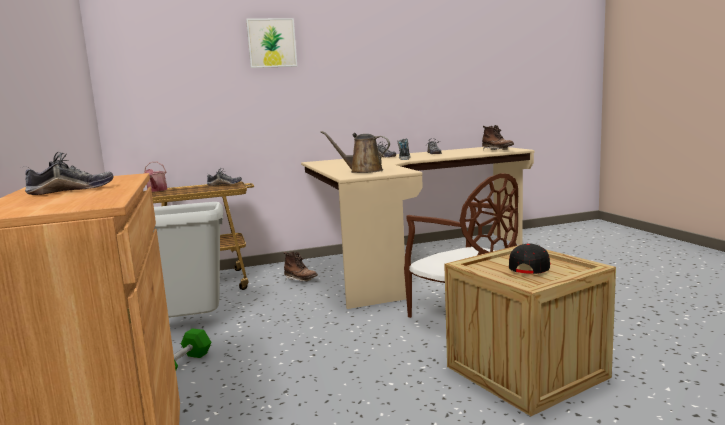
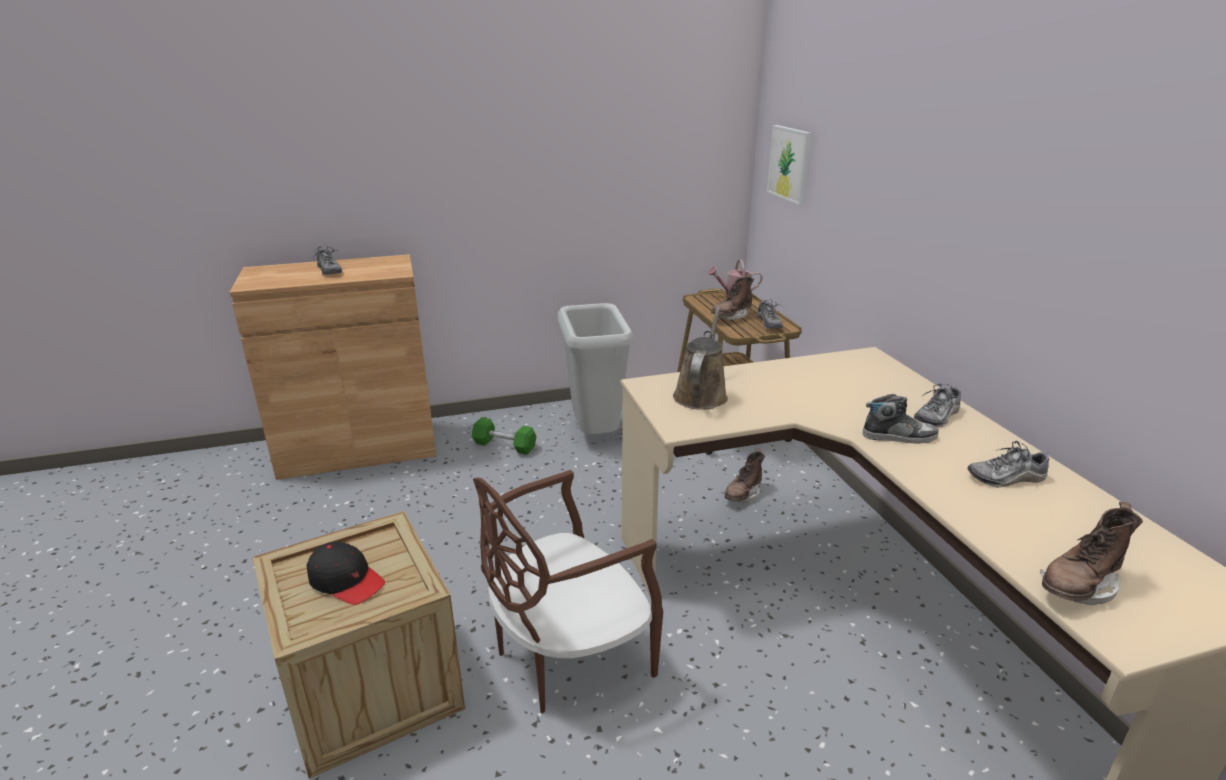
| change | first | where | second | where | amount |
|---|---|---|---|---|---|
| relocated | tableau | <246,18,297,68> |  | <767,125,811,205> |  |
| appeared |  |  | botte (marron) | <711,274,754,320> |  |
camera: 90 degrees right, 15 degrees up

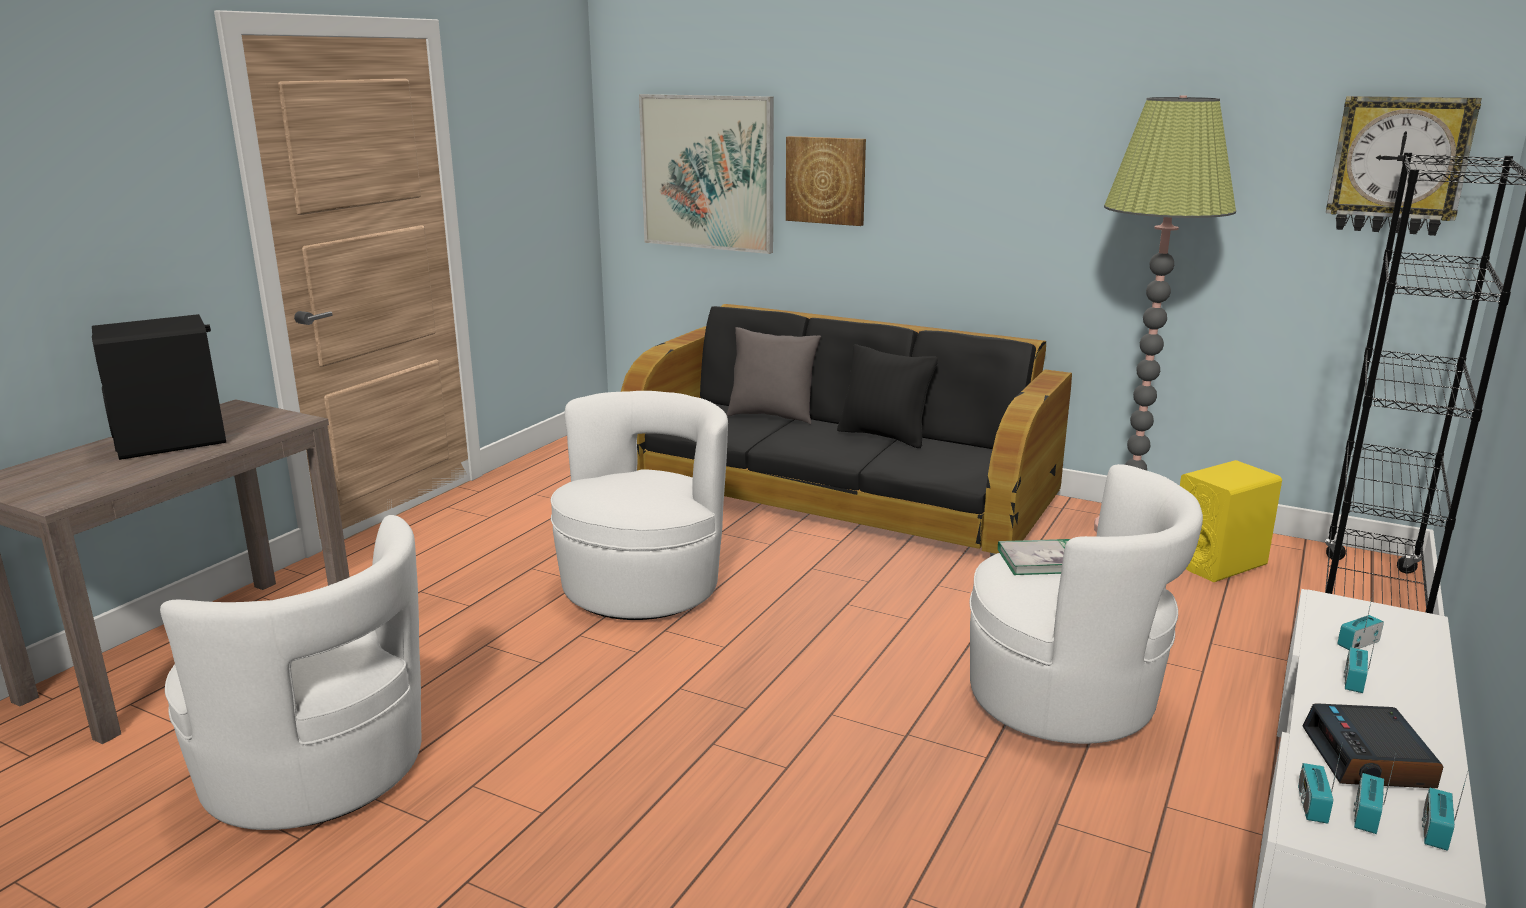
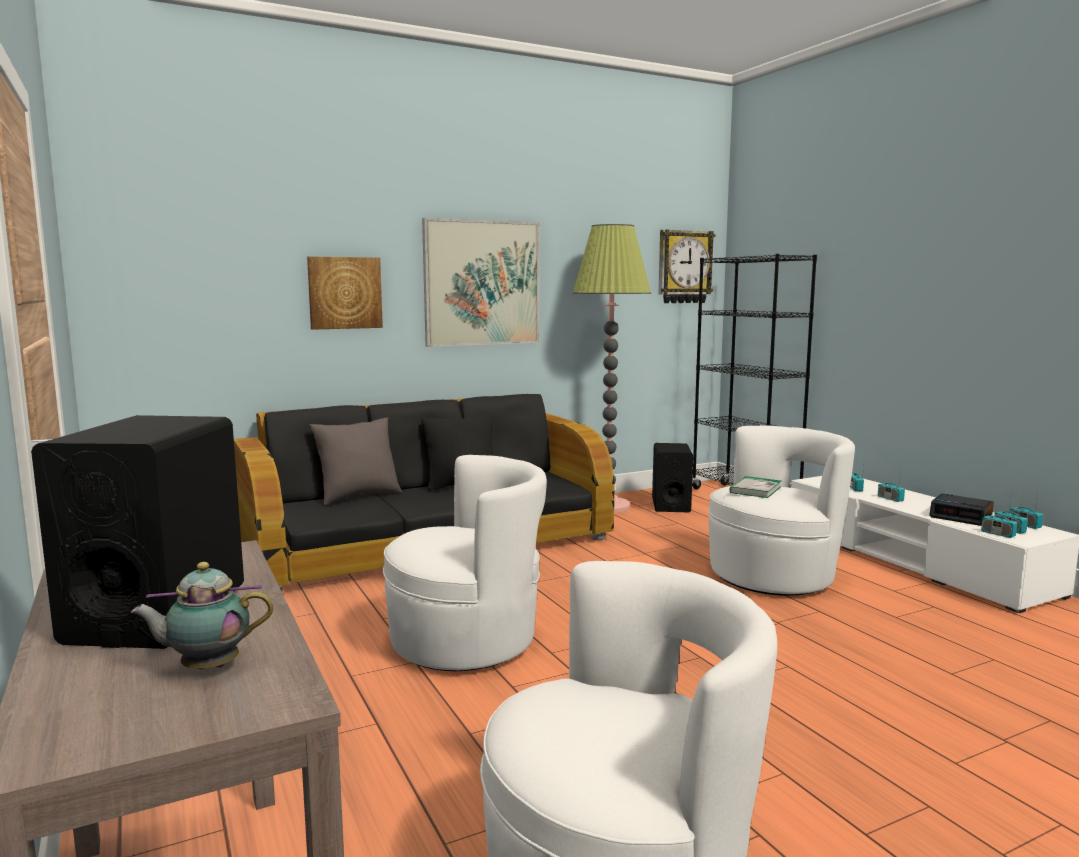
| change | first | where | second | where | amount |
|---|---|---|---|---|---|
| relocated | tableau | <639,94,774,254> |  | <422,218,540,347> |  |
| spun | fauteuil (blanc) | <551,391,728,620> |  | <383,455,547,671> | 105 degrees clockwise |
| colour | enceinte (jaune) | <1180,460,1282,582> | enceinte (noir) | <652,443,693,513> |  |
| appeared |  |  | théière | <130,562,273,669> |  |
camera: 55 degrees left, 10 degrees down

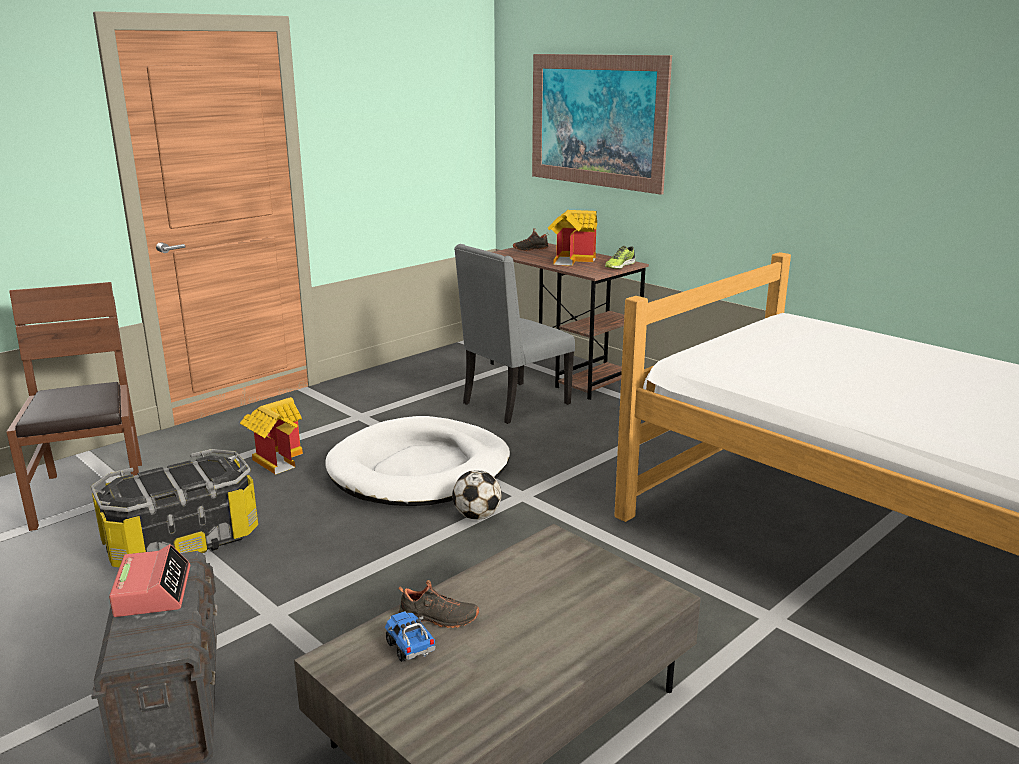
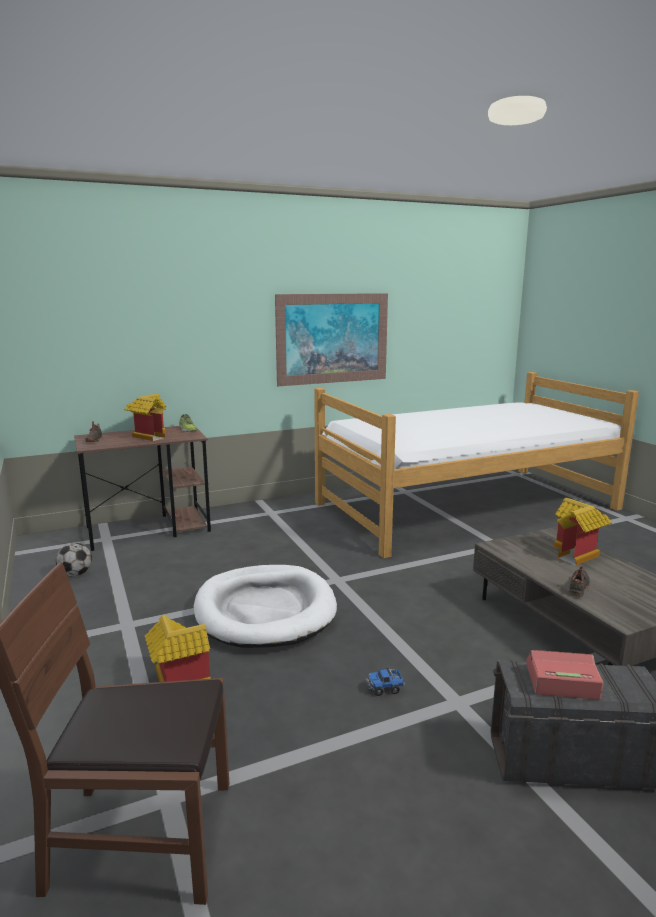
| change | first | where | second | where | amount |
|---|---|---|---|---|---|
| relocated | tableau | <532,54,672,195> |  | <275,293,388,386> |  |
| missing | chaise (gris) | <454,244,575,424> |  |  |  |
| missing | boîte de rangement | <91,449,258,567> |  |  |  |
| relocated | ballon de foot | <452,470,502,520> |  | <56,543,92,577> |  |
| relocated | camion jouet | <385,611,435,662> |  | <366,667,405,696> |  |
| appeared |  |  | maison miniature | <554,498,612,565> |  |
camera: 70 degrees left, 5 degrees down

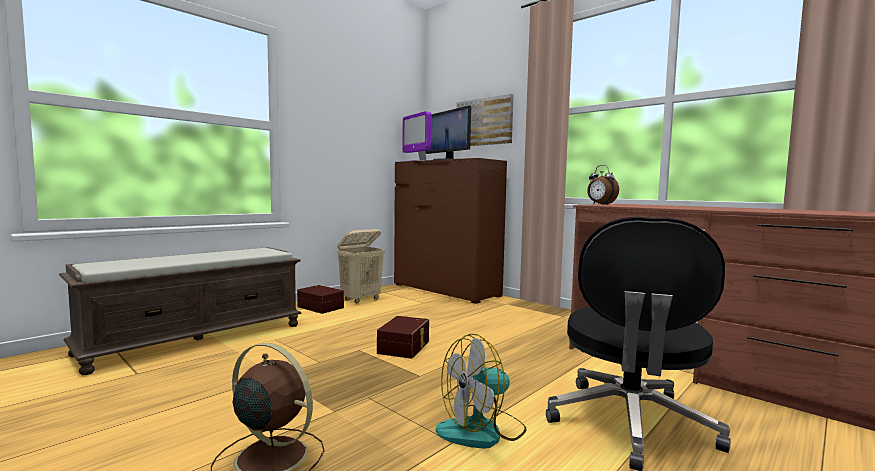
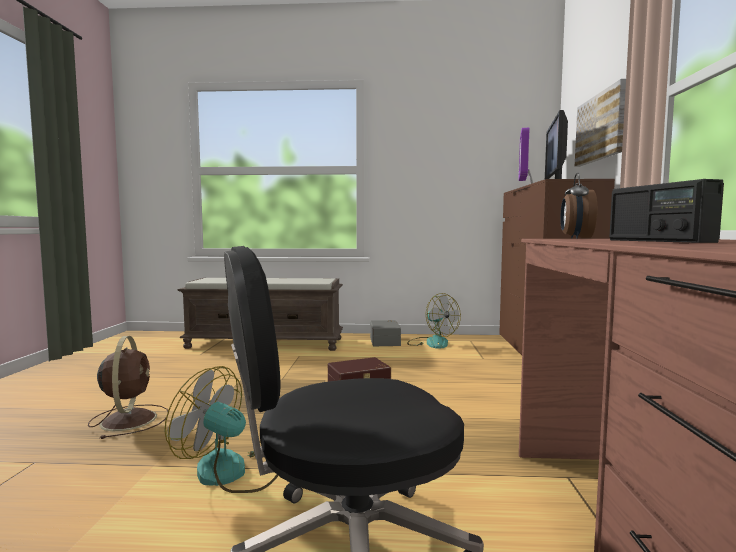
| change | first | where | second | where | amount |
|---|---|---|---|---|---|
| exchanged | panier à linge (beige) | <337,229,384,303> | ventilateur | <407,293,461,349> |  |
| colour | boîte de rangement (marron) | <297,285,344,314> | boîte de rangement (gris) | <370,320,401,346> |  |
| appeared |  |  | radio | <609,179,724,243> |  |
camera: 50 degrees right, 0 degrees up

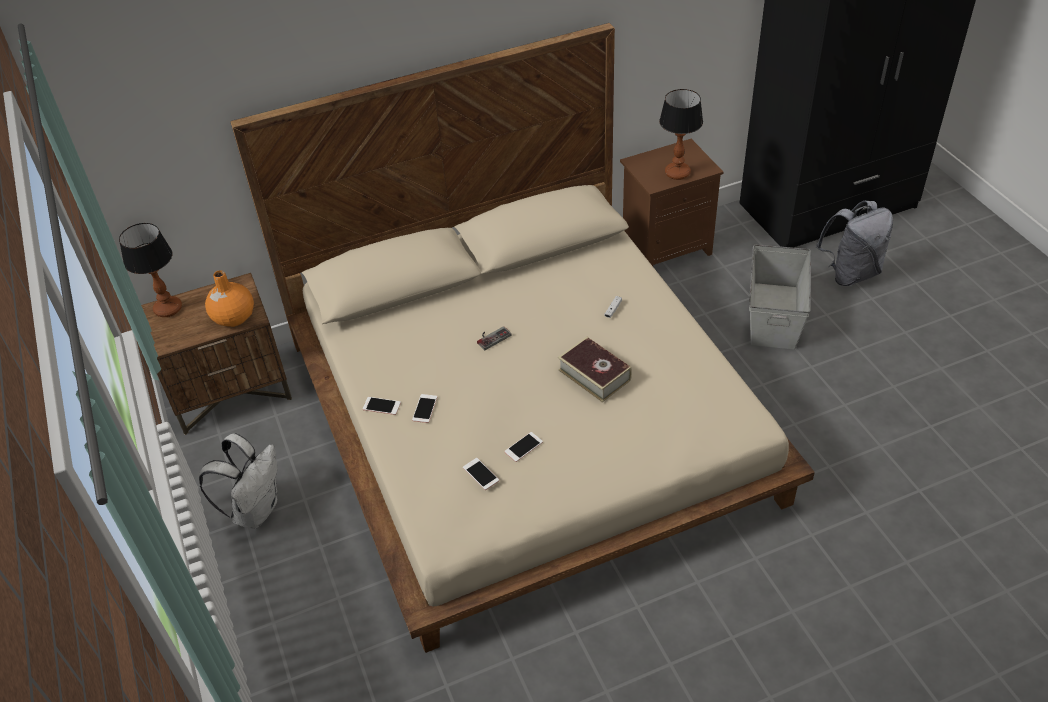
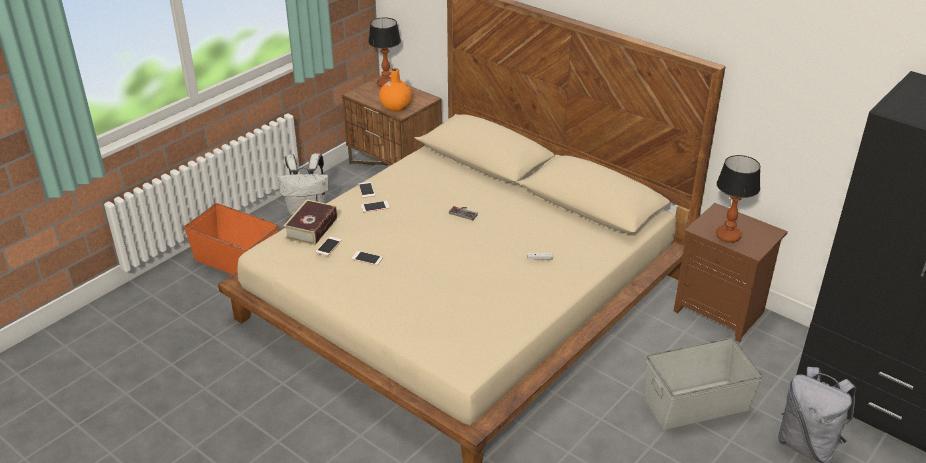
| change | first | where | second | where | amount |
|---|---|---|---|---|---|
| relocated | livre | <558,337,632,402> |  | <284,200,337,245> |  |
| appeared |  |  | boîte de rangement (orange) | <184,203,279,275> |  |
camera: 60 degrees right, 10 degrees down

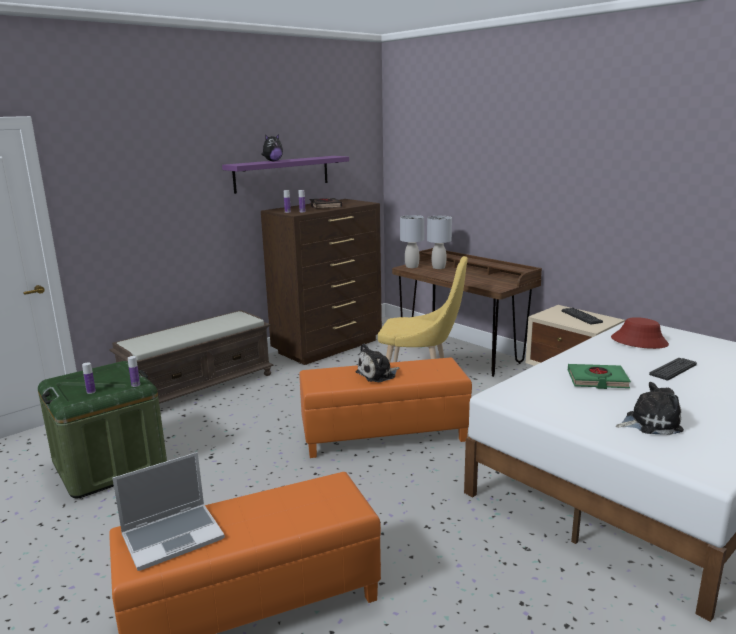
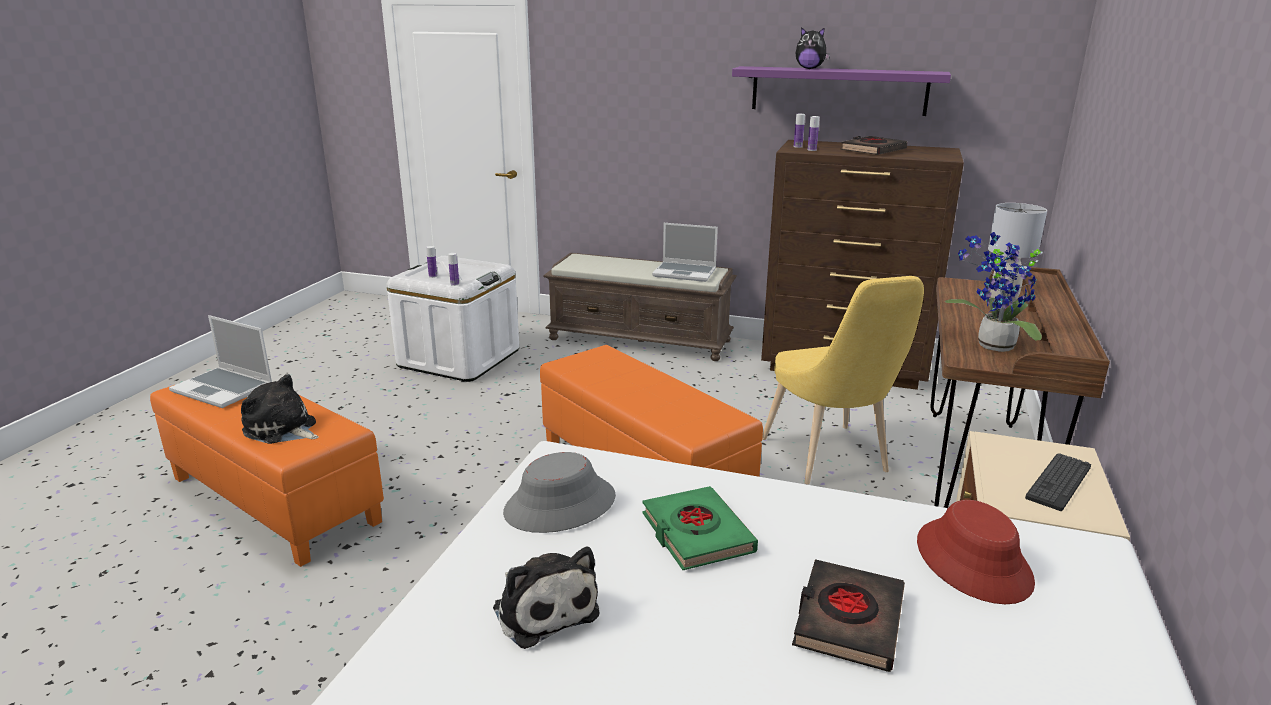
| change | first | where | second | where | amount |
|---|---|---|---|---|---|
| missing | lampe de table (gris) | <400,215,424,268> |  |  |  |
| relocated | peluche | <356,344,400,382> |  | <241,374,319,444> |  |
| exchanged | clavier | <649,358,697,381> | livre (noir) | <792,559,905,672> |  |
| colour | boîte de rangement (vert) | <38,361,167,498> | boîte de rangement (blanc) | <387,256,519,382> |  |
| appeared |  |  | ordinateur portable | <652,223,718,282> |  |
| appeared |  |  | plante en pot | <945,232,1043,352> |  |
| appeared |  |  | chapeau (gris) | <503,452,616,533> |  |
camera: 60 degrees right, 5 degrees up

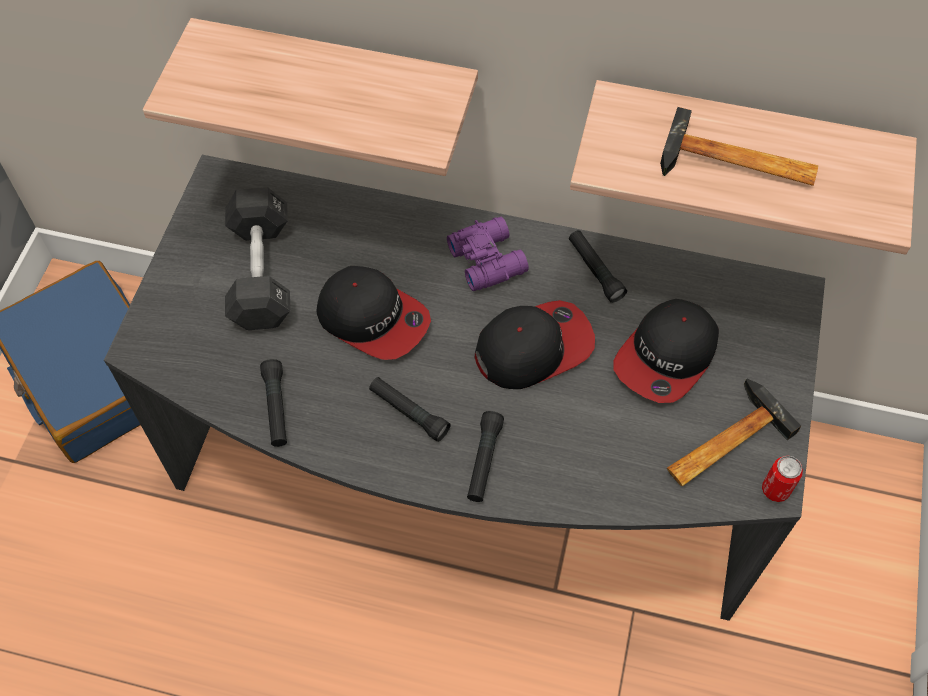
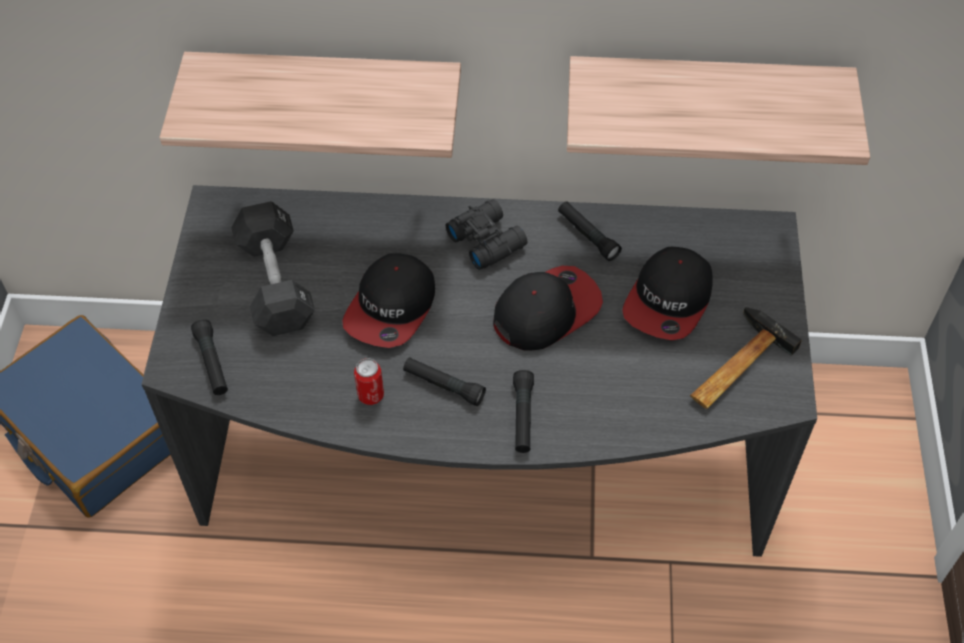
| change | first | where | second | where | amount |
|---|---|---|---|---|---|
| missing | marteau | <660,107,818,186> |  |  |  |
| colour | jumelles (violet) | <447,217,529,291> | jumelles (noir) | <446,199,528,270> |  |
| spun | casquette | <317,266,431,360> |  | <342,253,435,348> | 90 degrees clockwise |
| relocated | lampe de poche (noir) | <260,359,287,447> |  | <191,319,228,395> |  |
| relocated | boîte métallique | <762,456,803,502> |  | <354,358,384,405> |  |
camera: 10 degrees left, 5 degrees down

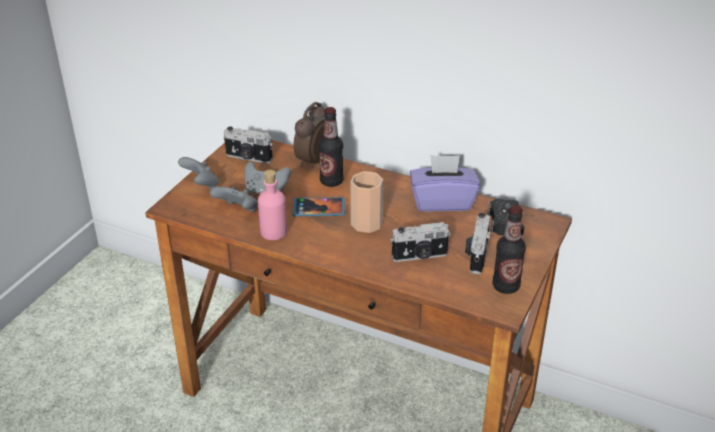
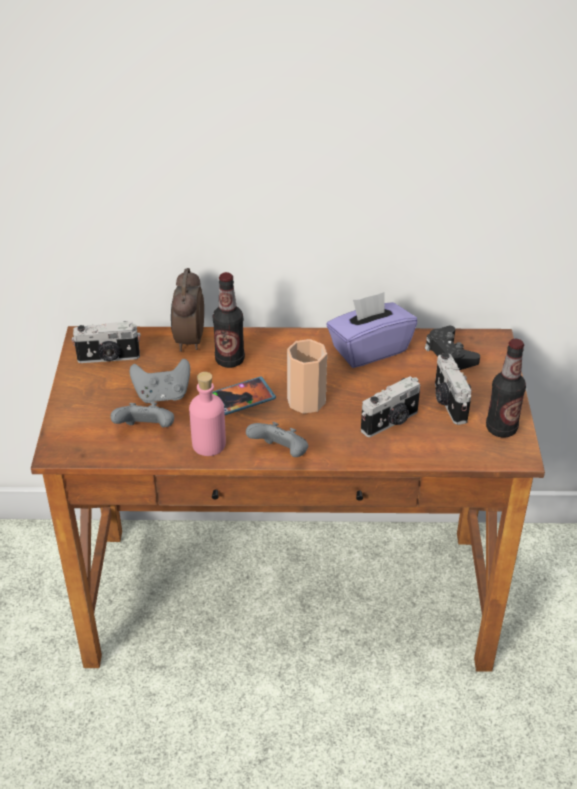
| change | first | where | second | where | amount |
|---|---|---|---|---|---|
| relocated | manette (gris) | <178,157,219,189> |  | <246,422,308,457> |  |
camera: 25 degrees left, 5 degrees up

